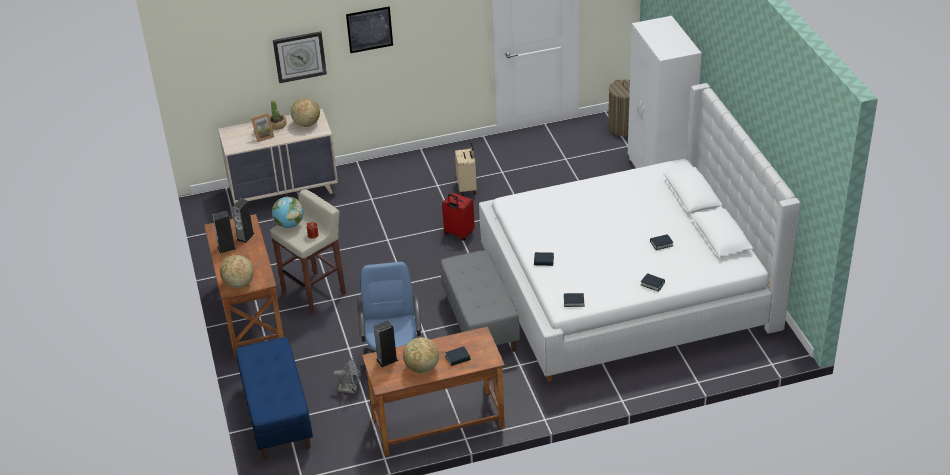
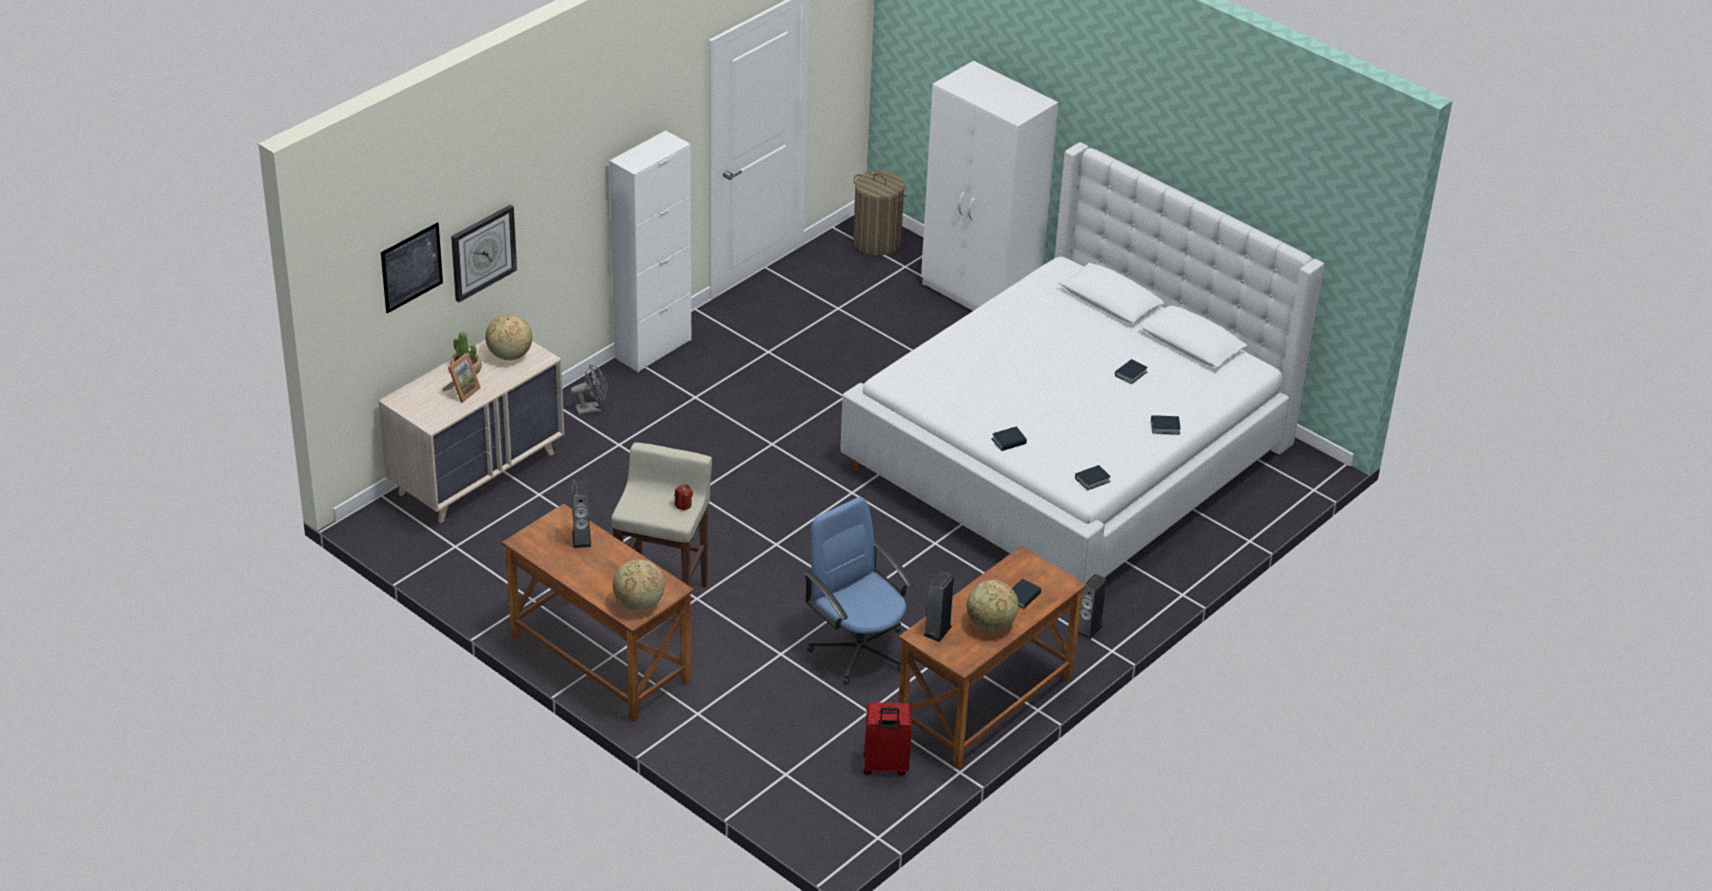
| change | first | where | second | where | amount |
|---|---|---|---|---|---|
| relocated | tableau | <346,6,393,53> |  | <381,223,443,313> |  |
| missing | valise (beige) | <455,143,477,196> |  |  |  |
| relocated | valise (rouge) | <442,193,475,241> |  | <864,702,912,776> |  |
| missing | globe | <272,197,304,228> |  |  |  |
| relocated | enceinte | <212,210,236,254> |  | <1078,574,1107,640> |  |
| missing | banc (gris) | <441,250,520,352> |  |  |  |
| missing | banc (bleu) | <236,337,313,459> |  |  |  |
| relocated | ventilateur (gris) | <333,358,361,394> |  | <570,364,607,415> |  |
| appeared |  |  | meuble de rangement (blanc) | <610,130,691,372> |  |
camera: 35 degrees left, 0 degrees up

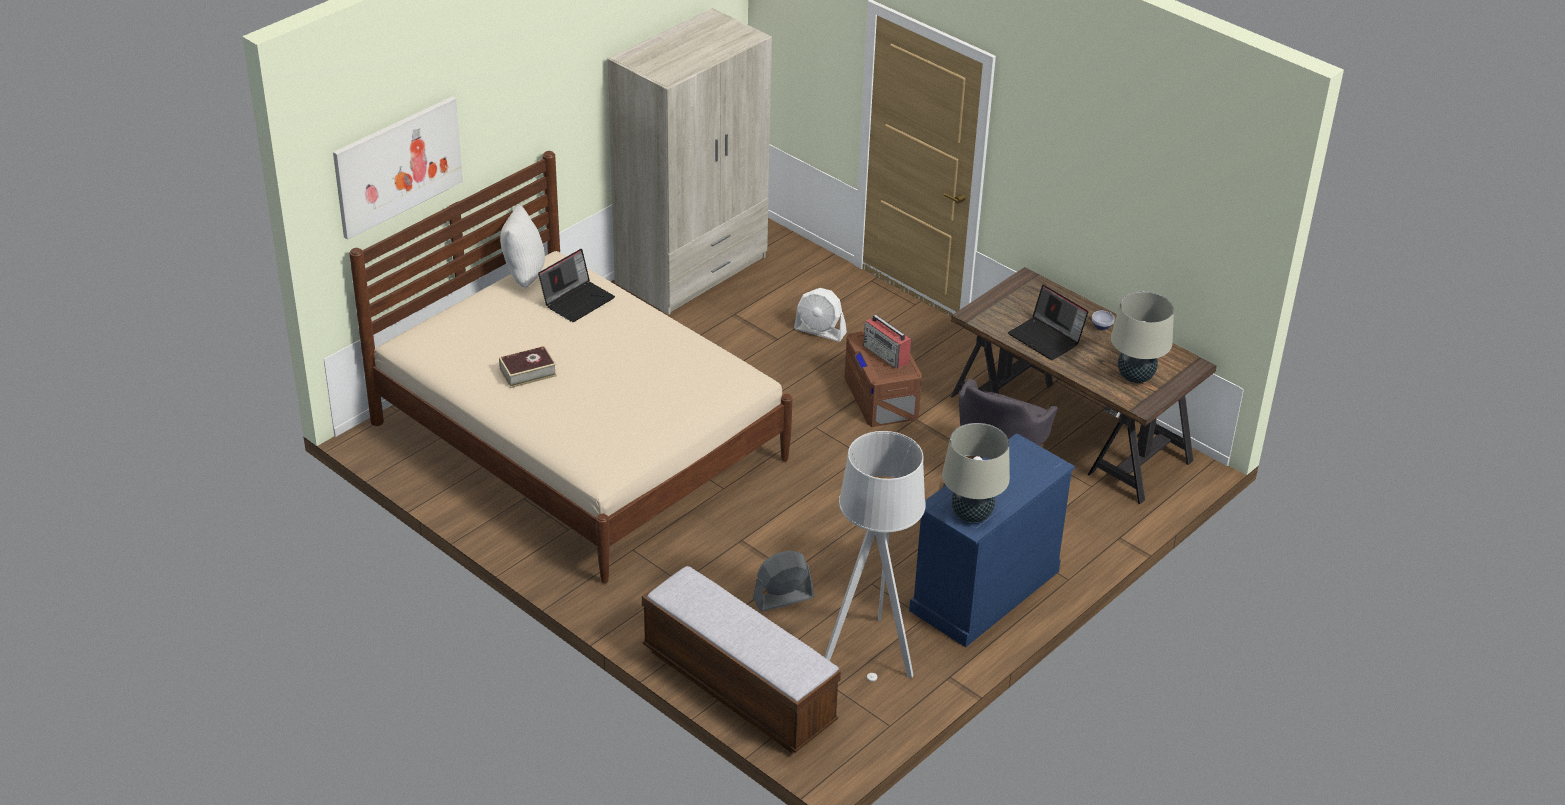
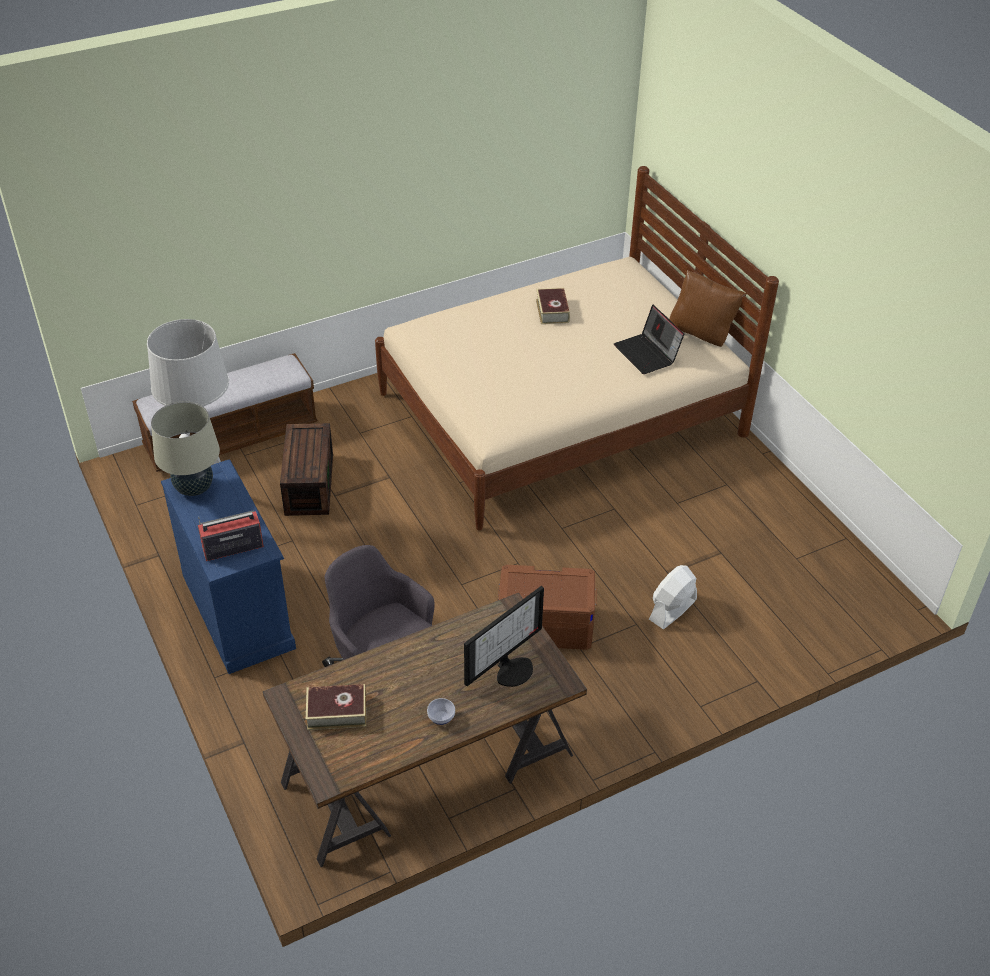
| change | first | where | second | where | amount |
|---|---|---|---|---|---|
| missing | armoire (beige) | <608,8,772,315> |  |  |  |
| missing | tableau | <333,96,463,240> |  |  |  |
| colour | coussin (blanc) | <500,205,545,289> | coussin (marron) | <669,270,747,347> |  |
| missing | ordinateur portable | <1008,285,1088,360> |  |  |  |
| exchanged | lampe de table (beige) | <1111,291,1174,383> | livre | <306,684,366,730> |  |
| relocated | radio | <864,315,911,369> |  | <198,511,264,561> |  |
| exchanged | ventilateur (gris) | <753,550,814,611> | boîte de rangement (marron) | <280,423,333,516> |  |
| appeared |  |  | écran d'ordinateur | <464,586,544,687> |  |
camera: 110 degrees right, 5 degrees up

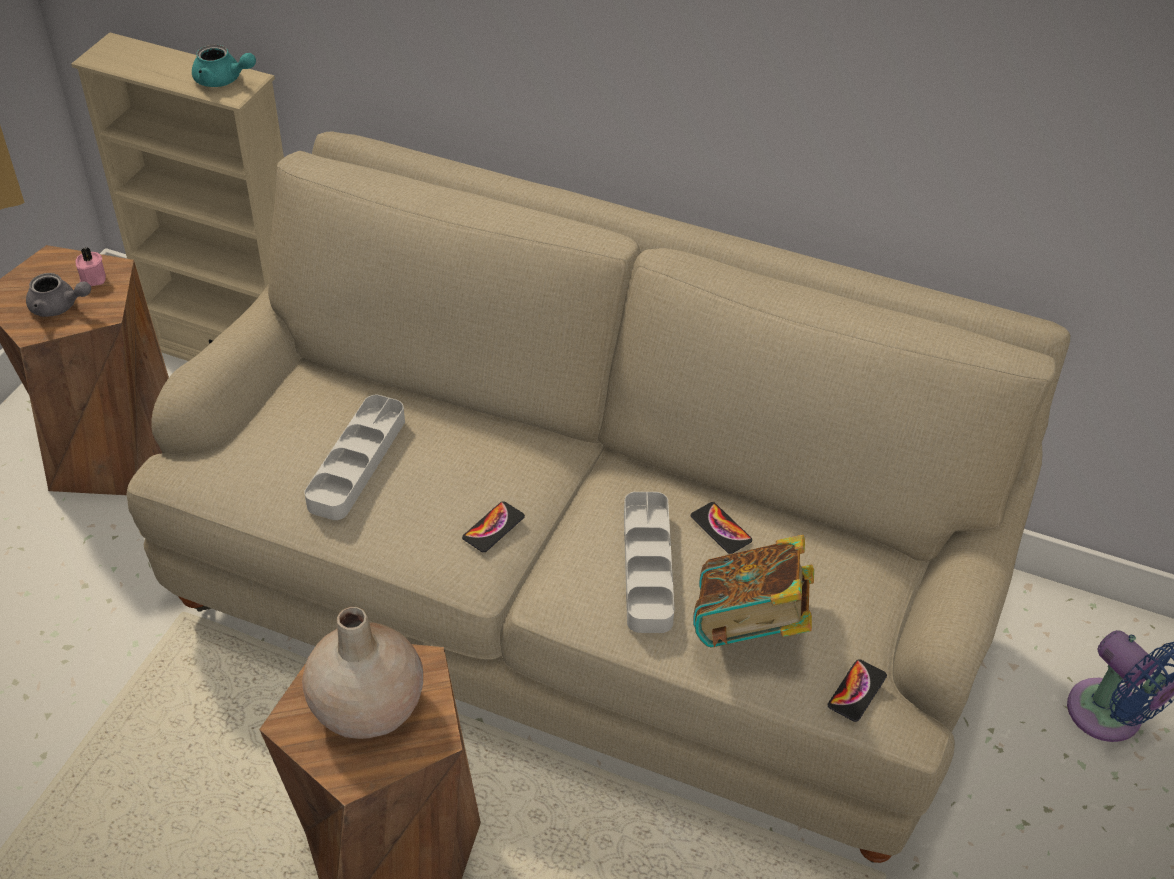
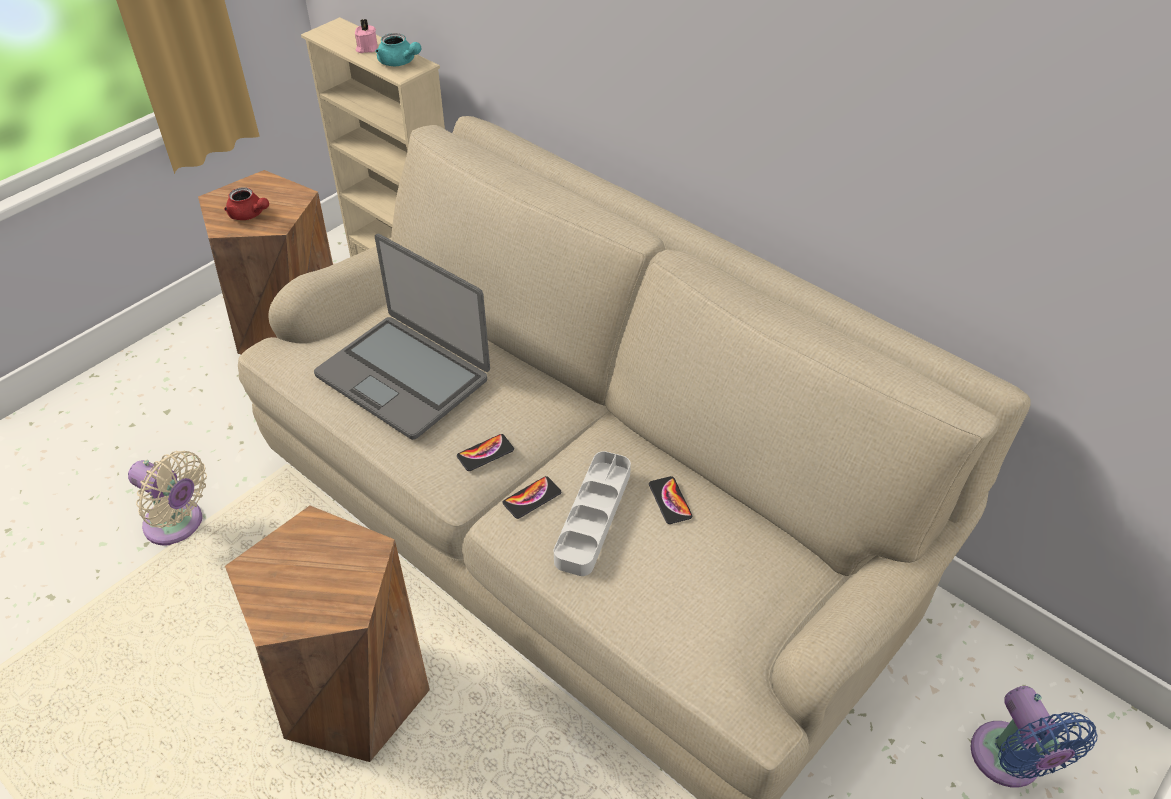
| change | first | where | second | where | amount |
|---|---|---|---|---|---|
| relocated | bougie (rose) | <76,247,106,286> |  | <355,19,378,53> |  |
| colour | théière (gris) | <26,273,91,317> | théière (rouge) | <224,187,269,220> |  |
| exchanged | plateau (gris) | <304,395,405,520> | ordinateur portable | <314,234,490,440> |  |
| missing | livre | <693,534,814,648> |  |  |  |
| missing | vase (beige) | <302,607,423,739> |  |  |  |
| relocated | téléphone | <828,659,887,722> |  | <503,476,561,519> |  |
| appeared |  |  | ventilateur (beige) | <128,451,207,546> |  |
camera: 20 degrees right, 0 degrees up

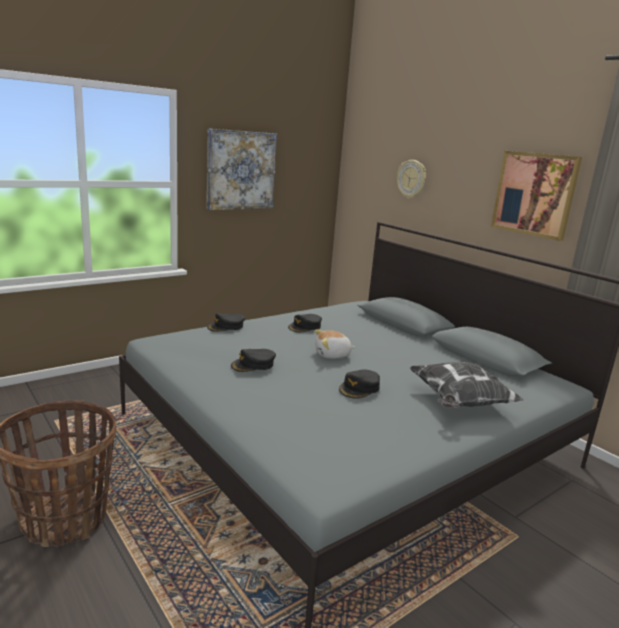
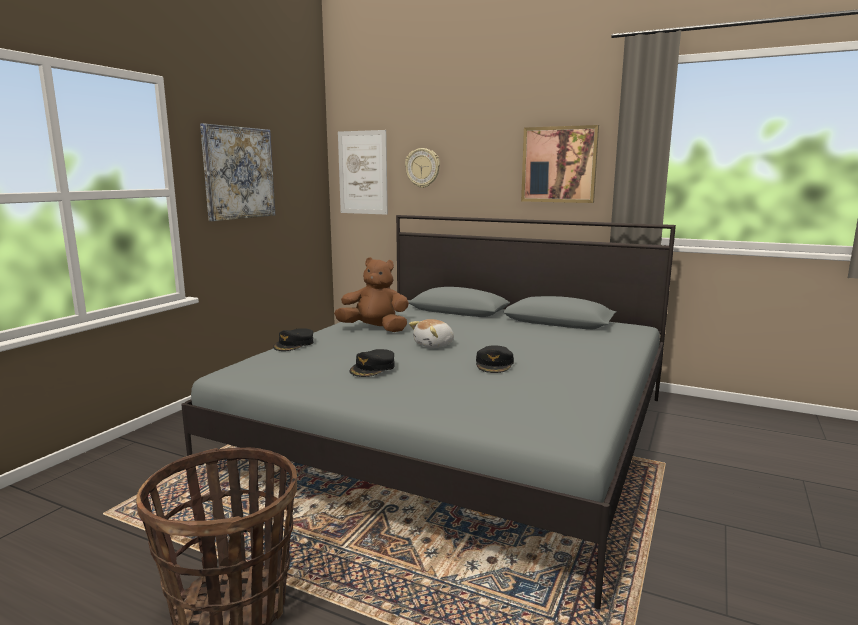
| change | first | where | second | where | amount |
|---|---|---|---|---|---|
| exchanged | casquette (noir) | <288,314,322,332> | peluche (marron) | <334,257,409,332> |  |
| missing | coussin | <409,362,523,408> |  |  |  |
| appeared |  |  | tableau | <338,130,388,215> |  |
camera: 25 degrees left, 5 degrees down

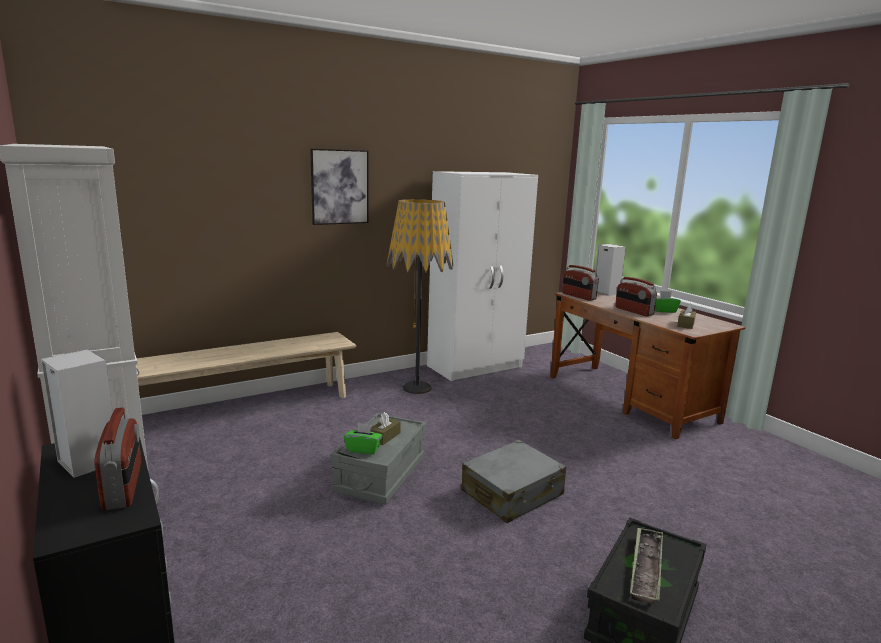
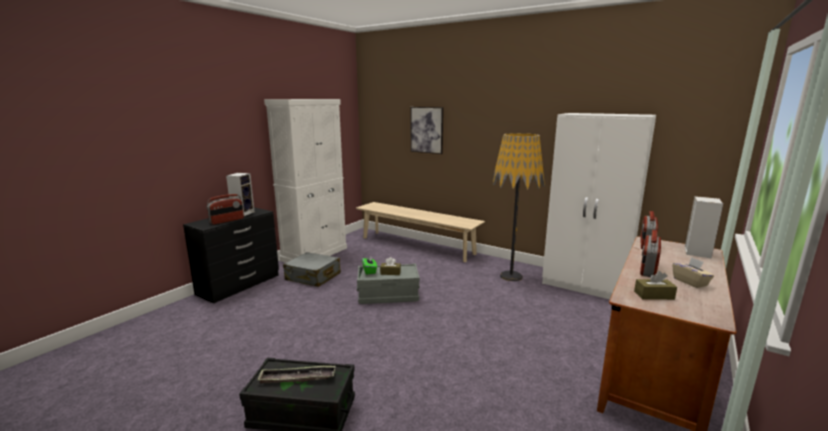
| change | first | where | second | where | amount |
|---|---|---|---|---|---|
| relocated | tableau | <310,149,369,225> |  | <411,107,443,154> |  |
| colour | boîte à mouchoirs (vert) | <655,291,681,313> | boîte à mouchoirs (beige) | <672,257,714,288> |  |
| relocated | valise (gris) | <461,440,566,523> |  | <283,252,341,287> |  |
camera: 65 degrees right, 0 degrees up

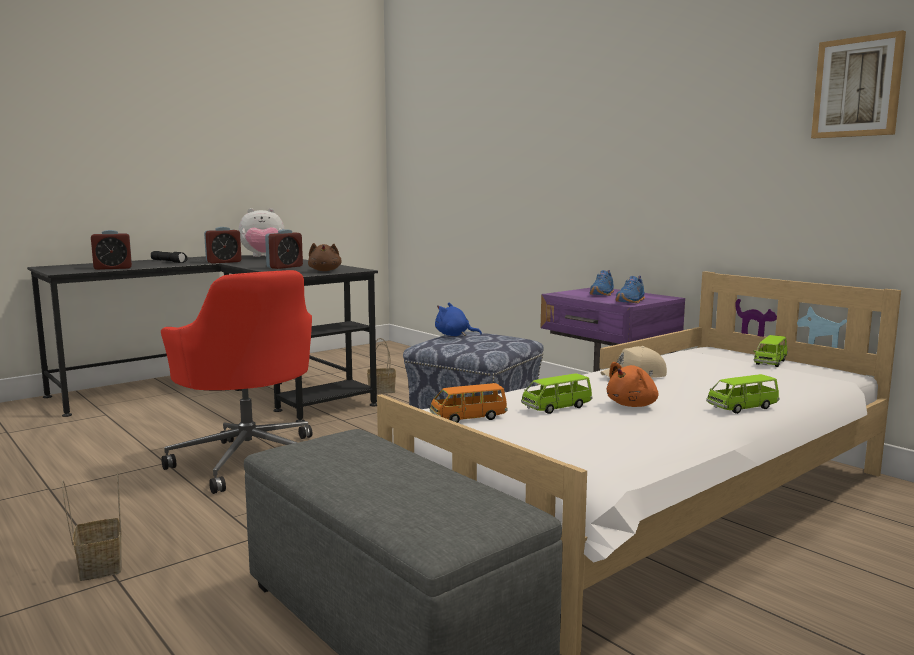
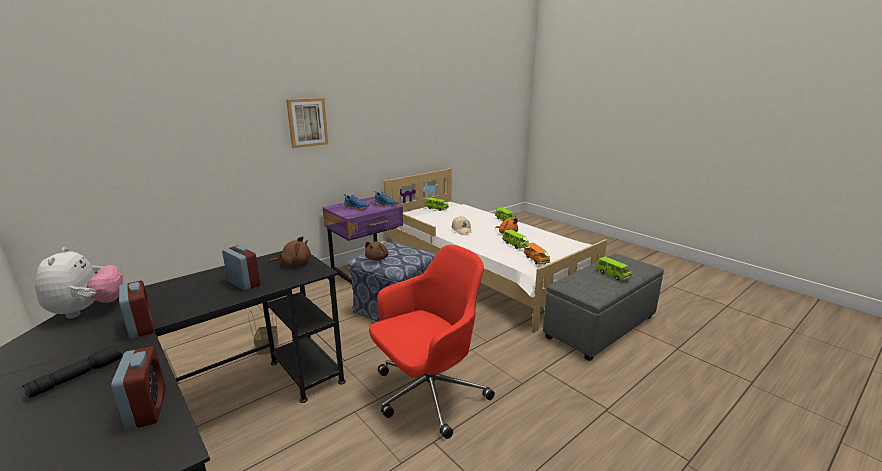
| change | first | where | second | where | amount |
|---|---|---|---|---|---|
| relocated | tableau | <811,30,906,138> |  | <286,98,328,148> |  |
| colour | peluche (bleu) | <435,303,482,336> | peluche (marron) | <365,241,389,261> |  |
| missing | panier | <62,472,122,581> |  |  |  |
| appeared |  |  | petite voiture (vert) | <596,257,632,280> |  |
camera: 90 degrees left, 10 degrees up

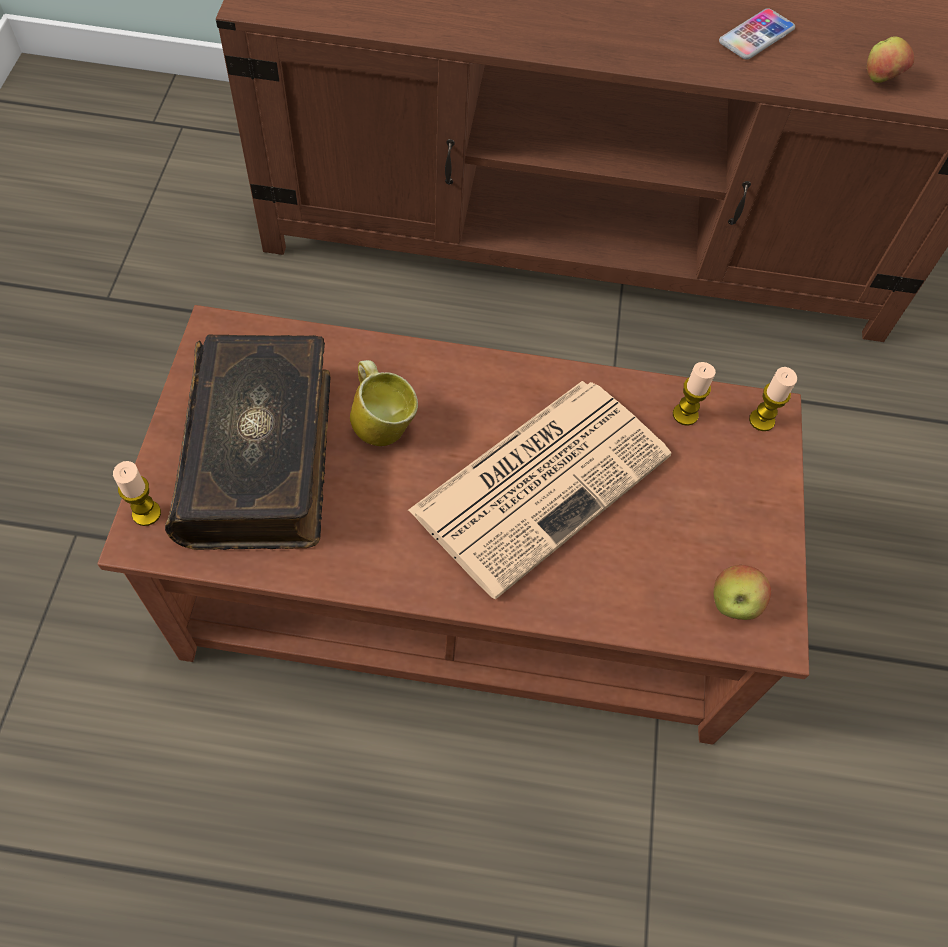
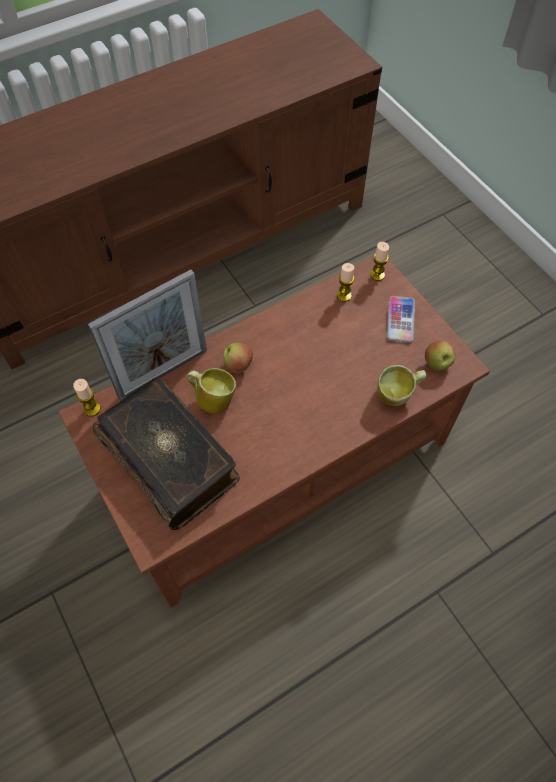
| change | first | where | second | where | amount |
|---|---|---|---|---|---|
| relocated | téléphone | <719,8,795,60> |  | <387,296,415,343> |  |
| relocated | pomme | <867,36,914,83> |  | <223,343,253,373> |  |
| missing | journal | <408,381,672,600> |  |  |  |
| relocated | bougie | <113,461,161,526> |  | <73,379,100,416> |  |
| appeared |  |  | cadre photo | <88,269,207,401> |  |
| appeared |  |  | mug | <378,365,426,406> |  |
camera: 35 degrees left, 0 degrees up

